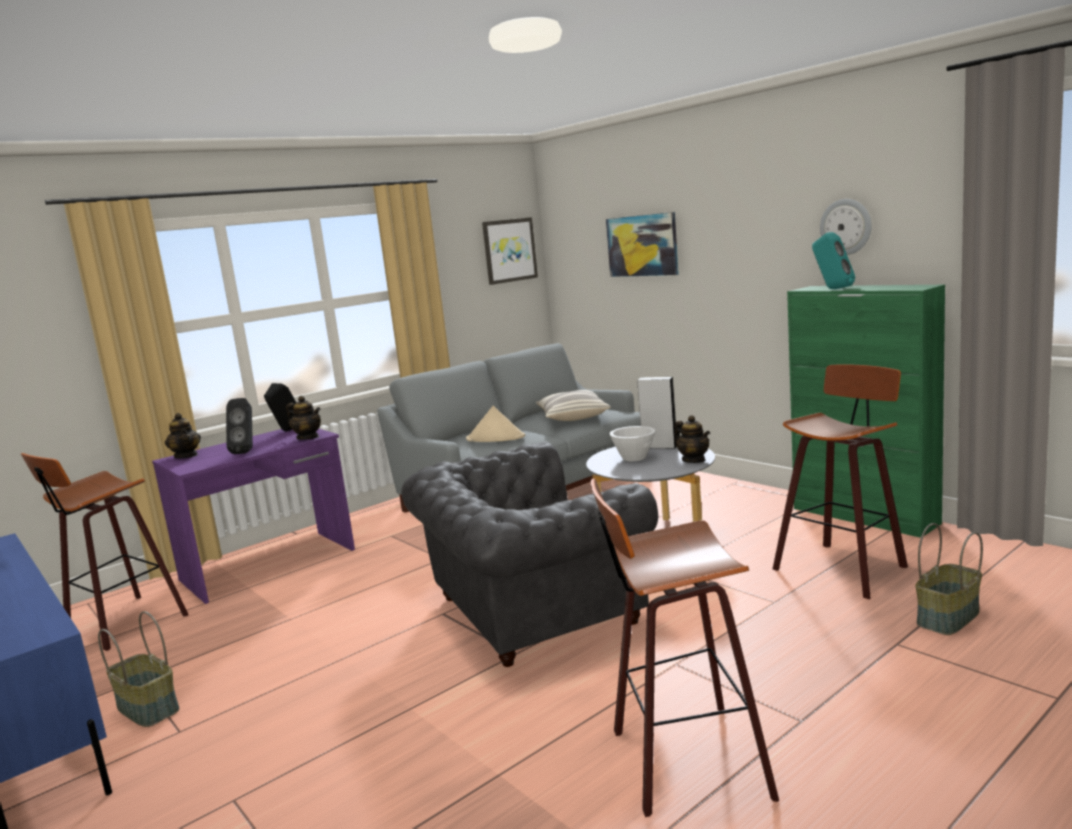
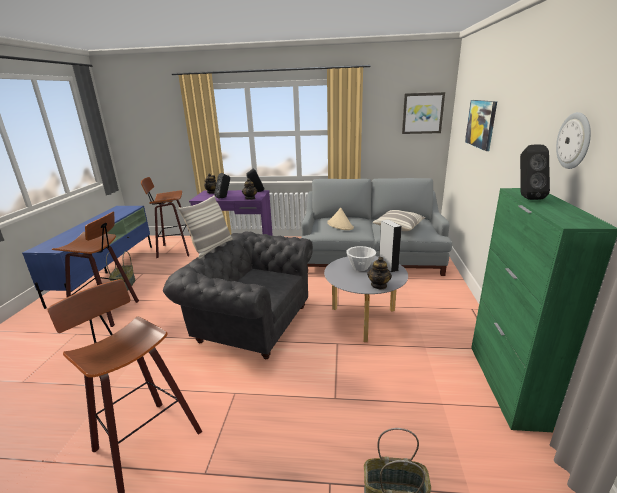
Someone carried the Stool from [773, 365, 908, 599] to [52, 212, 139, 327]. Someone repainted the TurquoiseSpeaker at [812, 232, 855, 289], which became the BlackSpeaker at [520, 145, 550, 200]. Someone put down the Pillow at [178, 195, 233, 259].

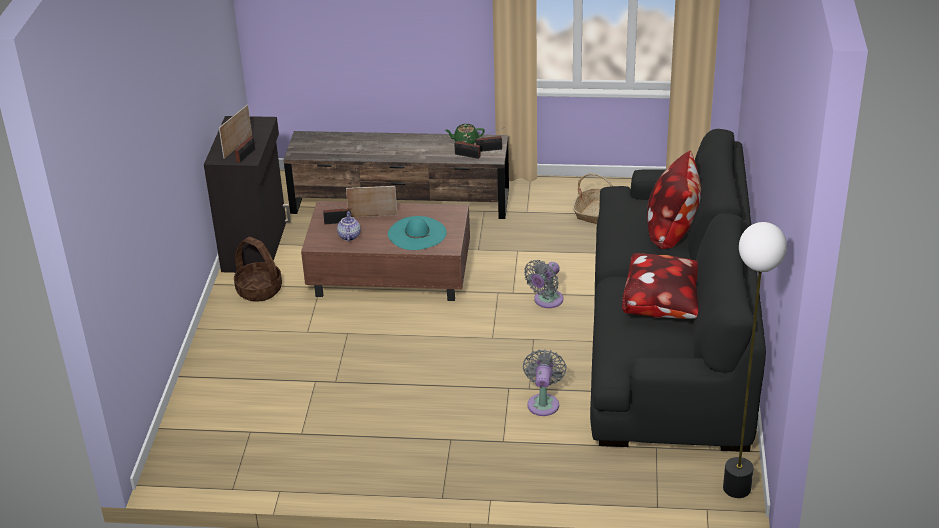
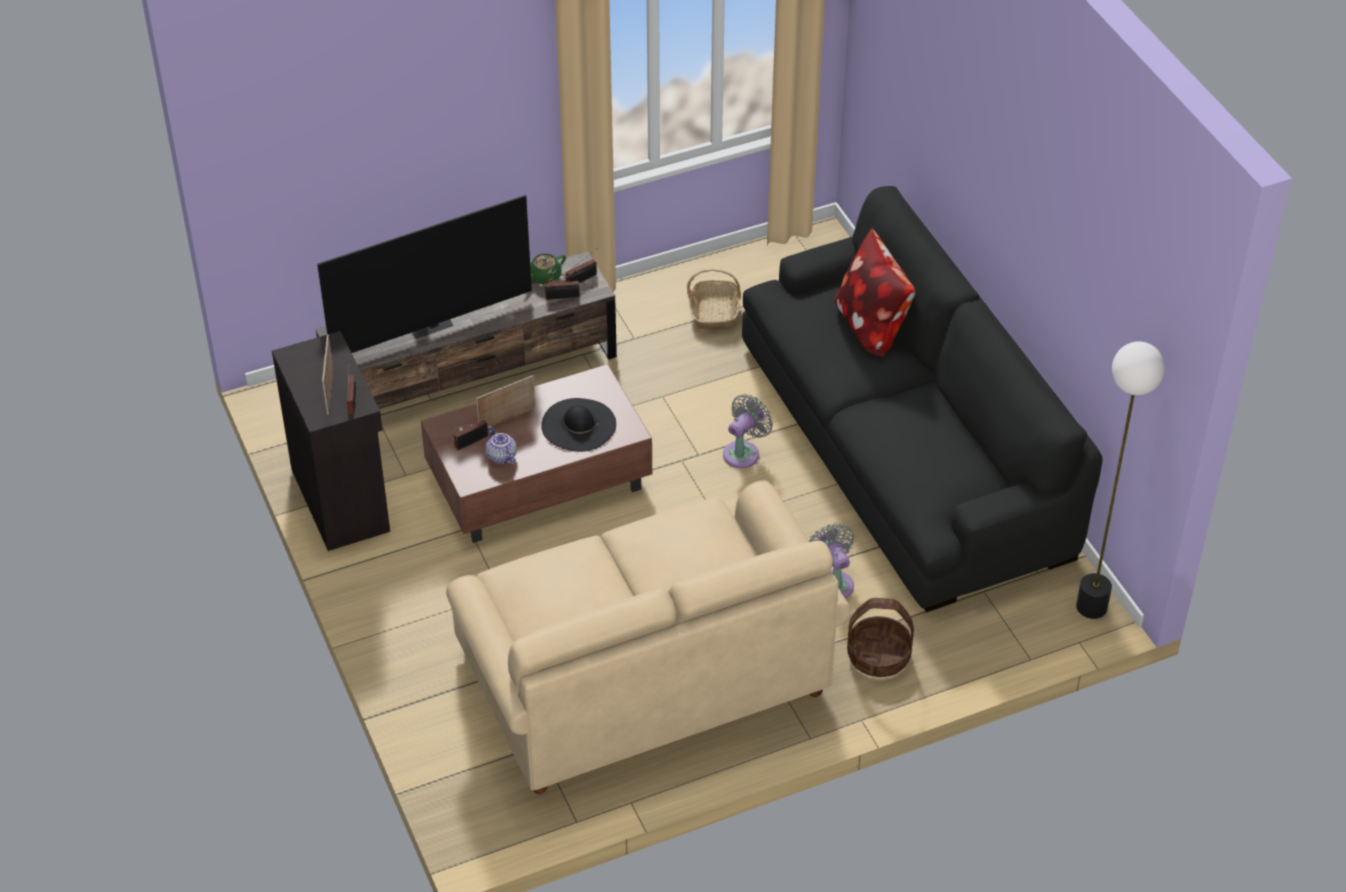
Someone carried the Basket from [234, 237, 282, 302] to [847, 598, 914, 677]. Someone repainted the TurquoiseHat at [388, 216, 447, 250], which became the BlackHat at [541, 398, 616, 452]. Someone rotated the GreyFan at [524, 260, 563, 308] by 150 degrees counterclockwise. Someone took away the Pillow at [622, 253, 698, 319]. Someone put down the Television at [317, 195, 532, 353]. Someone put down the BeigeSofa at [446, 480, 850, 794].

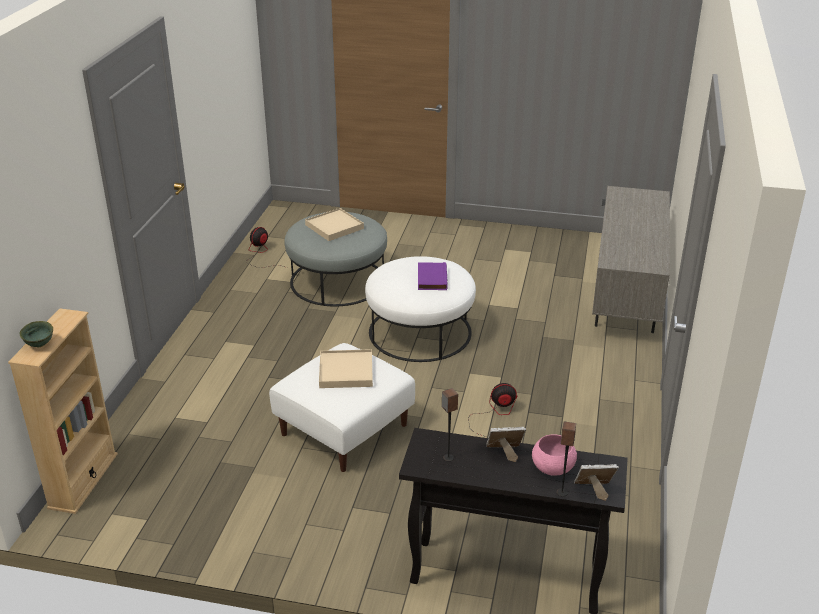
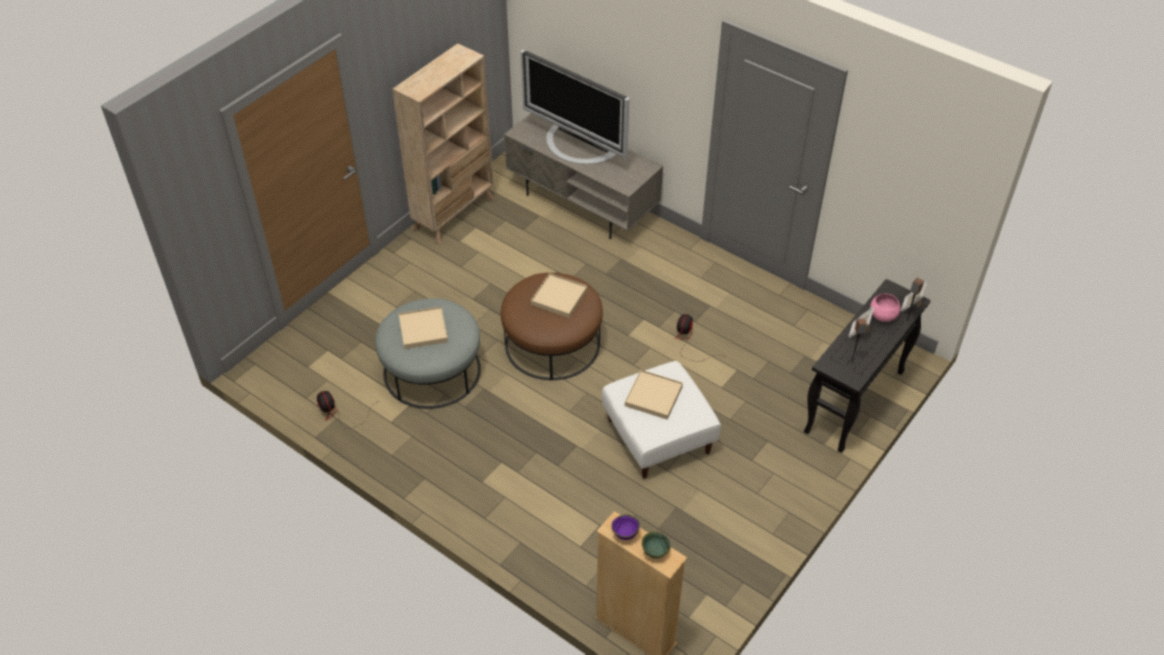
Someone repainted the WhiteOttoman at [365, 256, 476, 362], which became the BrownOttoman at [501, 273, 603, 380]. Someone swapped the PurpleBook at [418, 262, 448, 290] for the BeigeTray at [531, 273, 587, 318]. Someone put down the BeigeBookcase at [392, 43, 494, 243]. Someone put down the Television at [521, 50, 629, 164]. Someone put down the PurpleBowl at [611, 514, 640, 540].

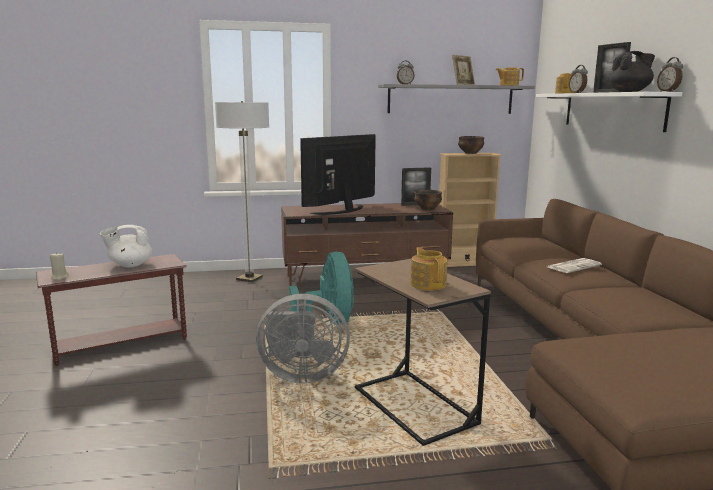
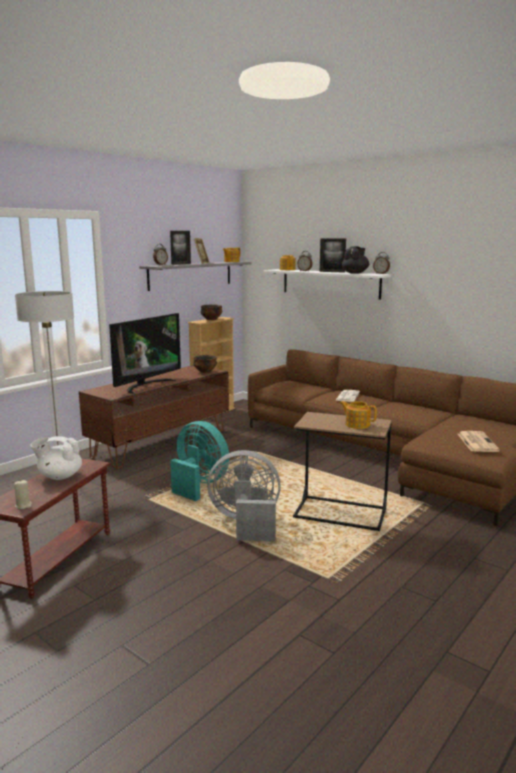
Someone rotated the WhiteTeapot at [100, 225, 152, 267] by 60 degrees clockwise. Someone rotated the GreyFan at [256, 294, 350, 383] by 135 degrees counterclockwise. Someone rotated the Television at [300, 134, 376, 215] by 150 degrees counterclockwise. Someone carried the PictureFrame from [401, 167, 431, 206] to [170, 231, 191, 265]. Someone put down the Newspaper at [458, 431, 500, 452].

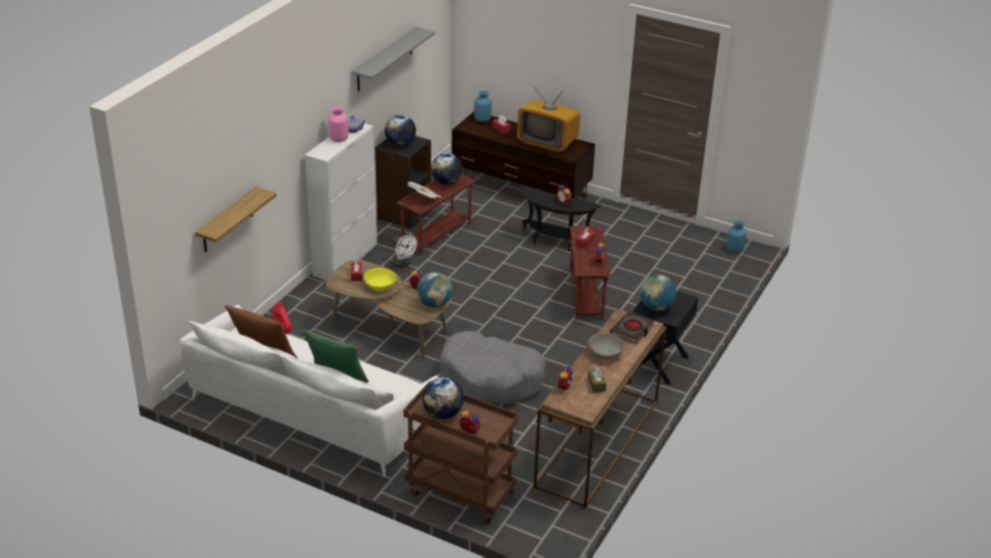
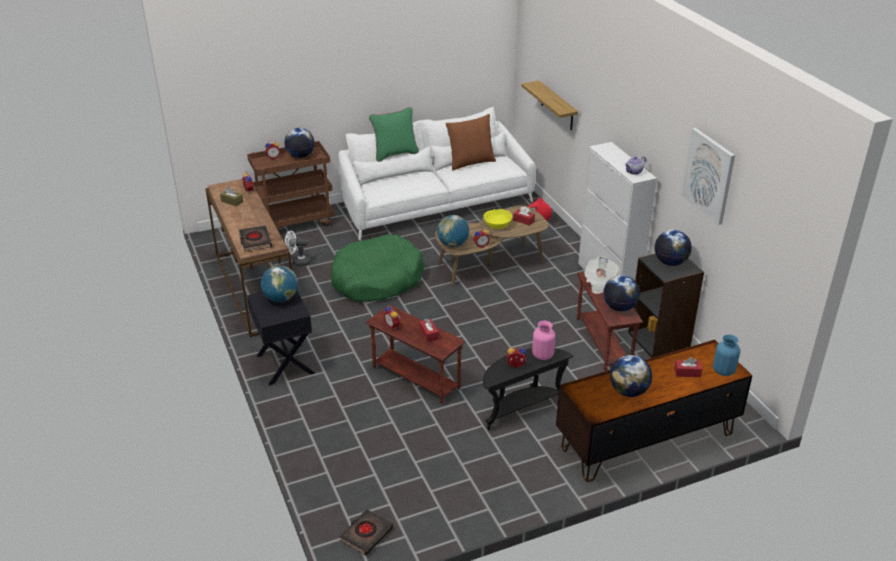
Someone carried the PinkVase from [328, 106, 348, 142] to [532, 321, 555, 360]. Someone swapped the GreyShelf at [352, 27, 435, 92] for the Picture at [682, 128, 735, 225]. Someone carried the WhiteFan from [391, 235, 417, 268] to [285, 230, 311, 267]. Someone repainted the GreyDogBed at [439, 331, 546, 404], which became the GreenDogBed at [331, 235, 424, 302]. Someone swapped the Television at [517, 87, 580, 152] for the Globe at [610, 355, 652, 397]. Someone took away the GreyBowl at [588, 333, 625, 360]. Someone swapped the BlueVase at [726, 221, 747, 253] for the BlackBook at [340, 509, 393, 555].

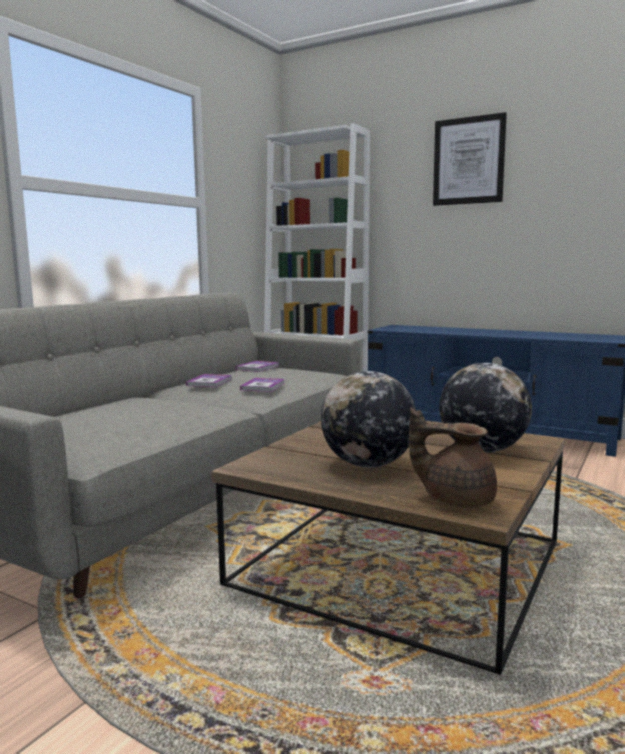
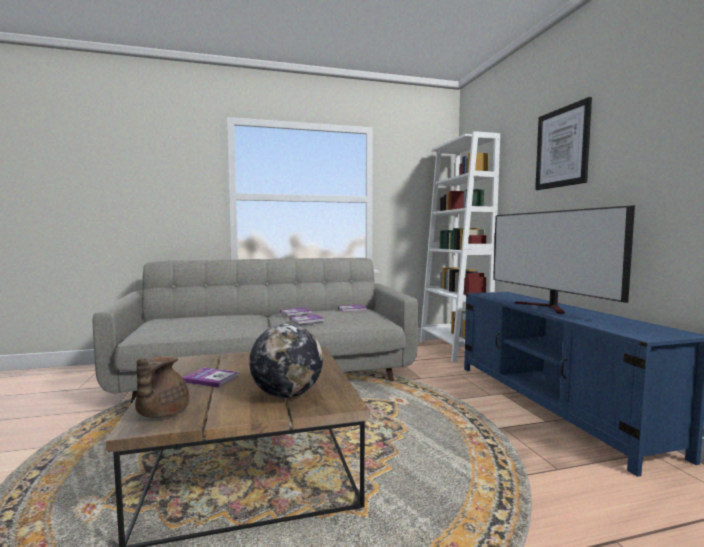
Someone swapped the Globe at [321, 371, 416, 468] for the Book at [182, 367, 238, 388]. Someone rotated the BrownTeapot at [409, 408, 497, 508] by 150 degrees counterclockwise. Someone put down the Television at [493, 205, 635, 314].

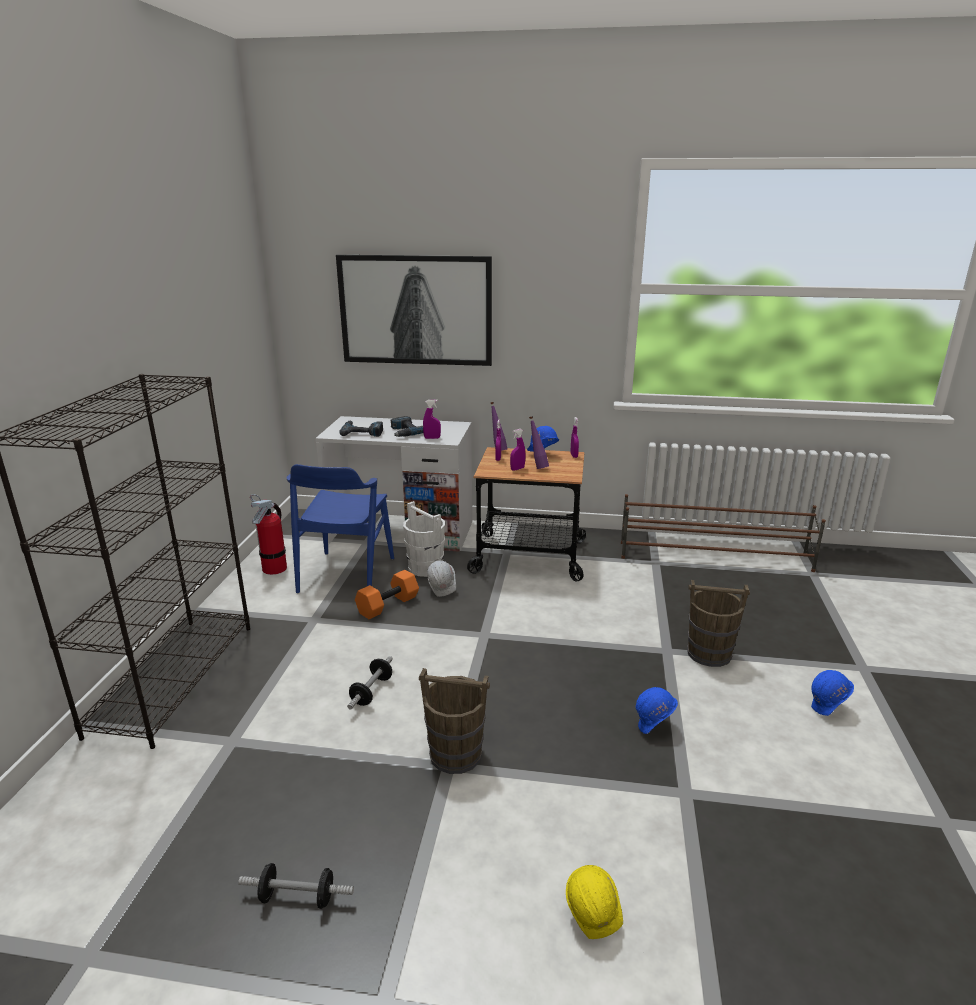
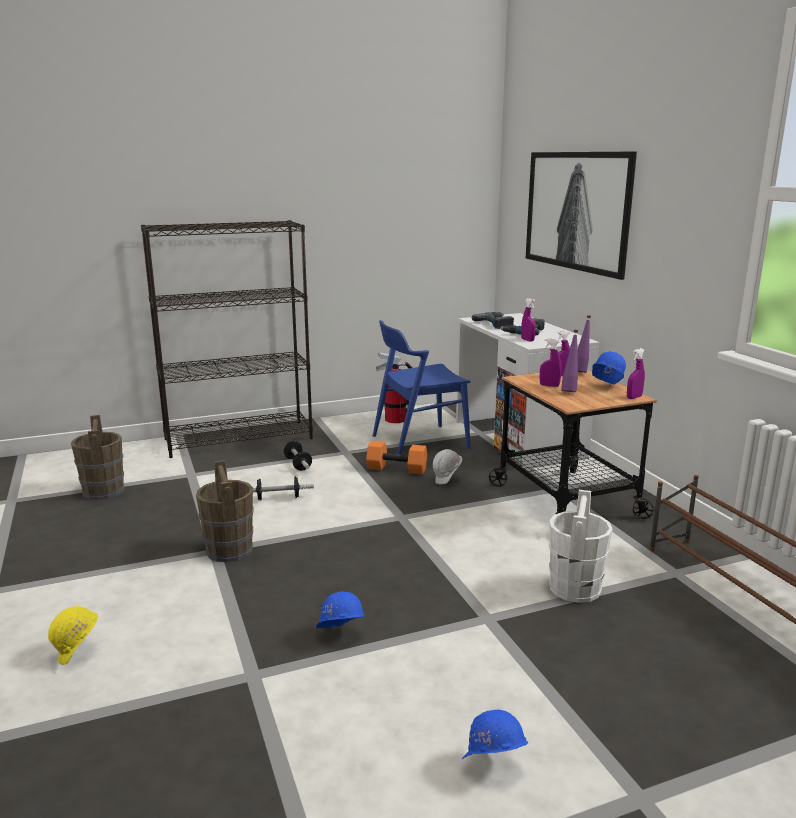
Someone carried the Dumbbell from [238, 863, 354, 909] to [284, 441, 312, 471]. Someone carried the WhiteBucket from [403, 501, 445, 577] to [549, 490, 613, 603]. Someone carried the BrownBucket from [687, 580, 750, 667] to [71, 415, 125, 500].

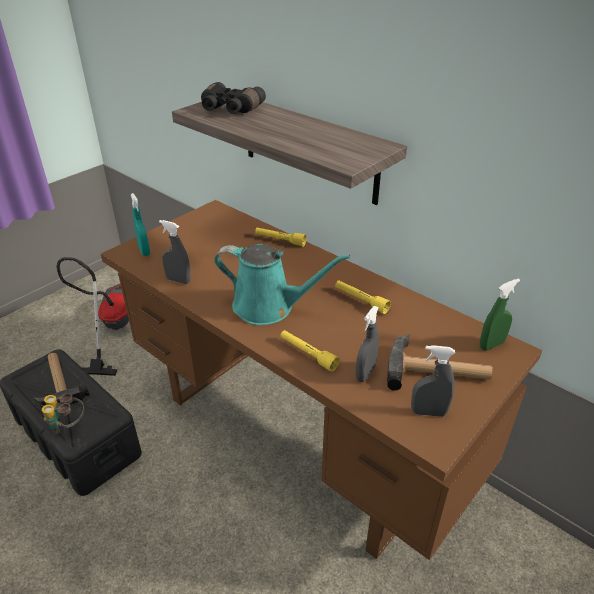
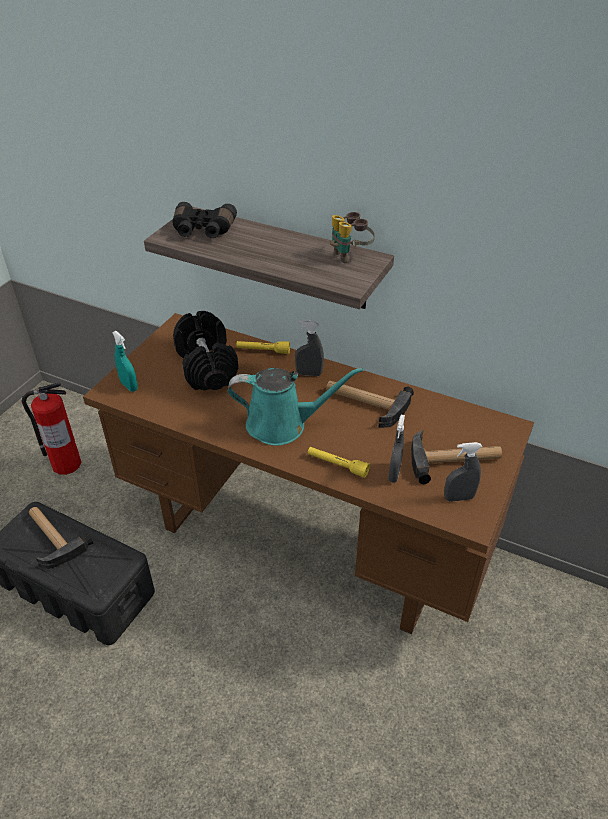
Someone carried the Binoculars from [42, 393, 84, 435] to [330, 212, 375, 263]. Someone swapped the VacuumCleaner at [57, 257, 129, 376] for the FireExtinguisher at [21, 382, 81, 475]. Someone carried the GreySprayBottle from [159, 220, 191, 284] to [295, 320, 324, 376]. Someone swapped the YellowFlashlight at [335, 280, 391, 314] for the Hammer at [326, 381, 414, 428]. Someone took away the GreenSprayBottle at [480, 278, 520, 351]. Someone put down the BlackDumbbell at [173, 311, 238, 390].

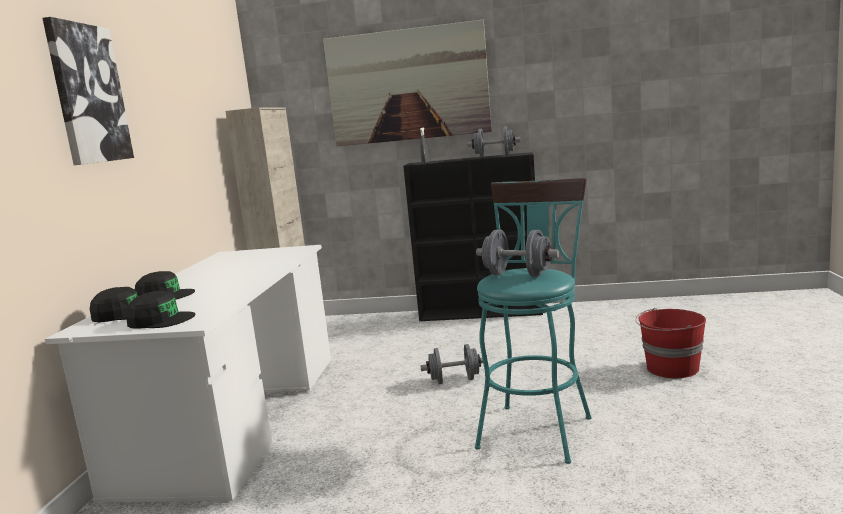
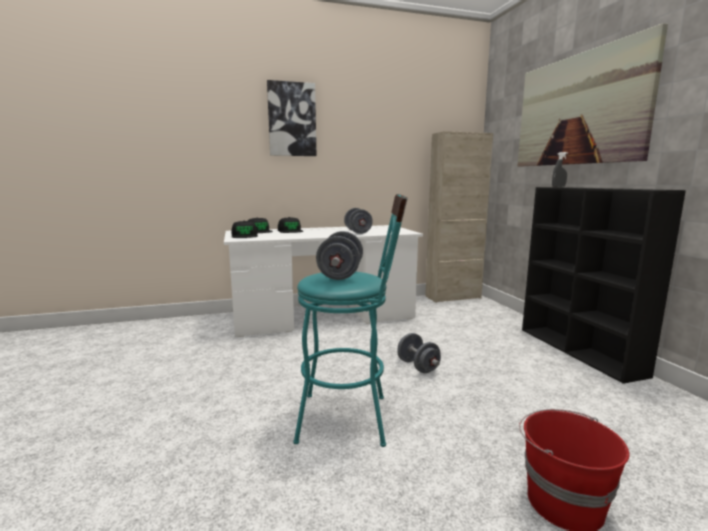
Someone carried the GreyDumbbell from [467, 126, 521, 158] to [344, 208, 373, 234].

